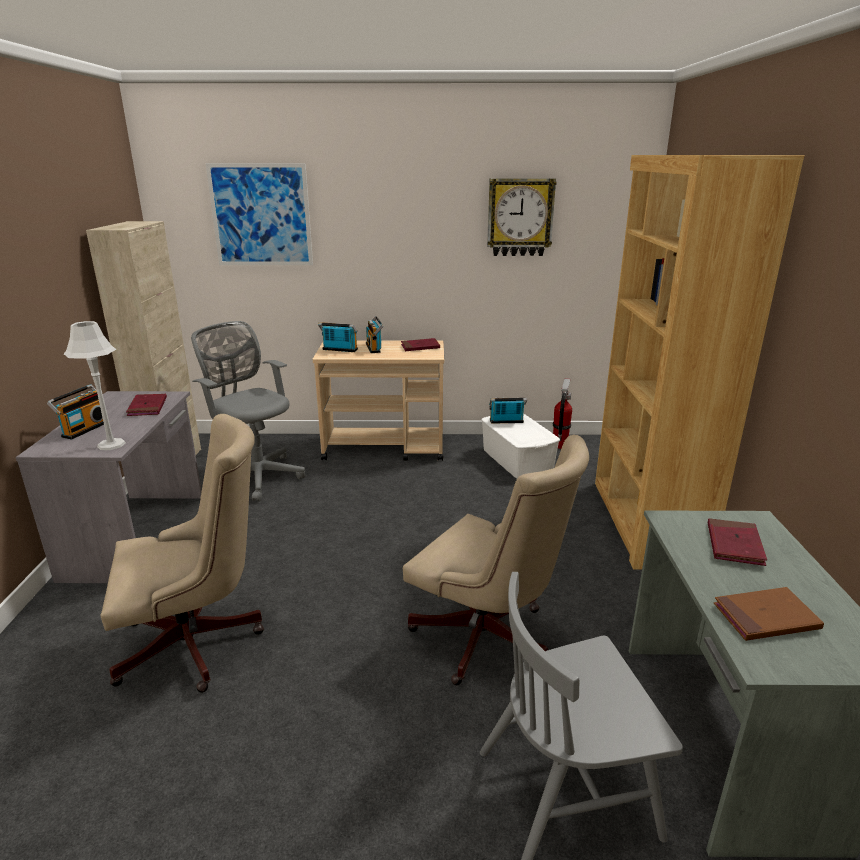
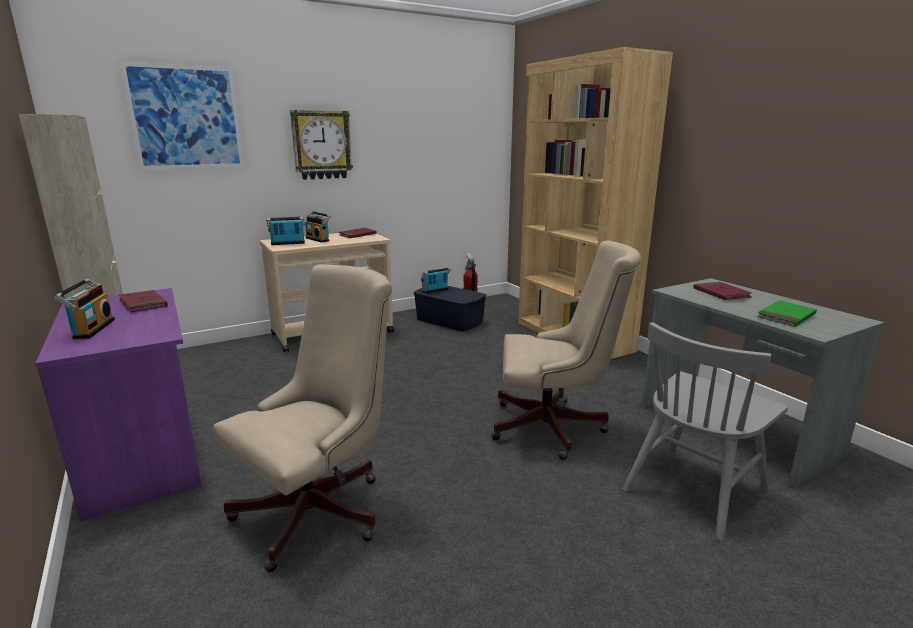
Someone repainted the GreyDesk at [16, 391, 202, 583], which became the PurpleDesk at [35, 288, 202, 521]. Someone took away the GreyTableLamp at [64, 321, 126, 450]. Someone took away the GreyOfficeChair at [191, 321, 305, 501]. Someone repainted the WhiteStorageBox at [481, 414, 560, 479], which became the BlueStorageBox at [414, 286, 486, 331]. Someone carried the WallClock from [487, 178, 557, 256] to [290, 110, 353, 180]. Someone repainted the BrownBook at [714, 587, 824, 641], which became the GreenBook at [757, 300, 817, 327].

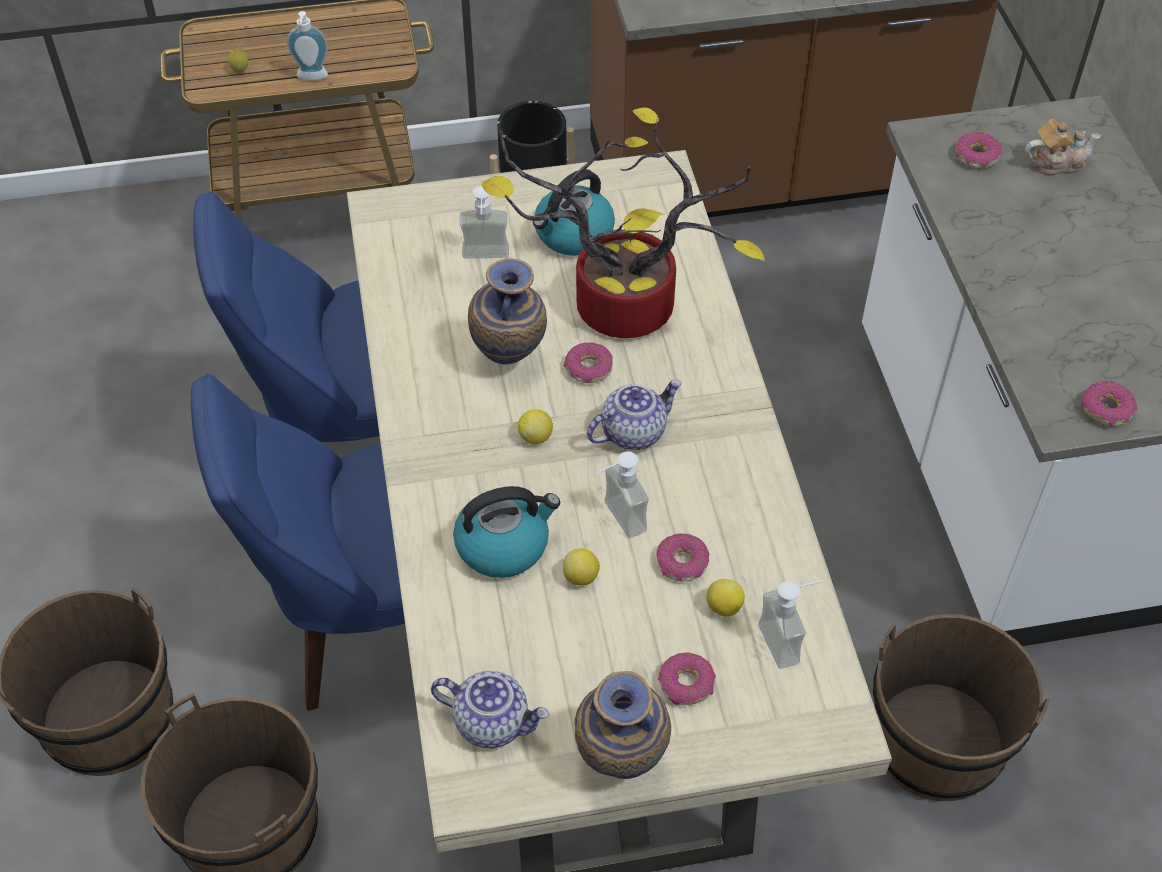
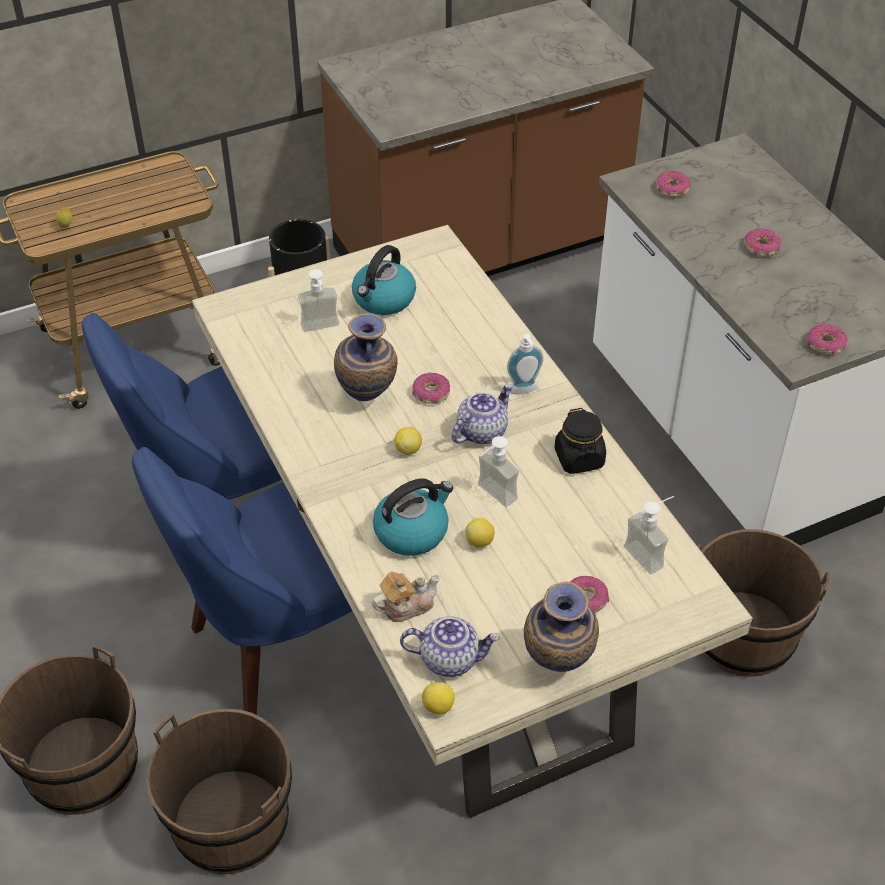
Someone carried the SoapDispenser from [287, 11, 328, 80] to [507, 334, 544, 394]. Someone took away the PottedPlant at [482, 108, 765, 338]. Someone carried the Donut from [657, 534, 709, 581] to [744, 228, 781, 256]. Someone carried the Lemon from [706, 579, 745, 616] to [422, 682, 455, 715]. Someone carried the Teapot from [1025, 119, 1101, 175] to [372, 572, 440, 622]. Someone put down the BlackJar at [554, 408, 606, 474].

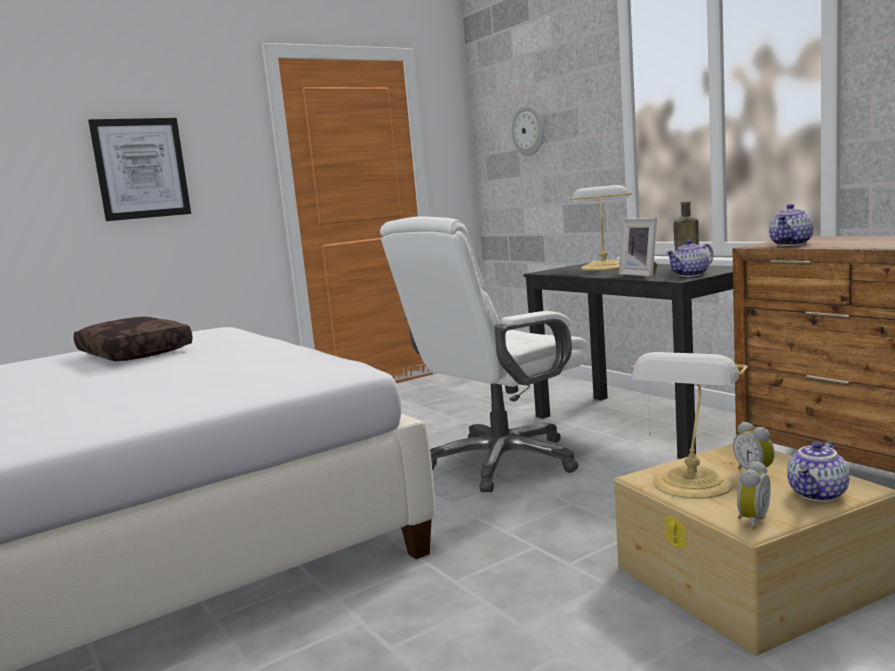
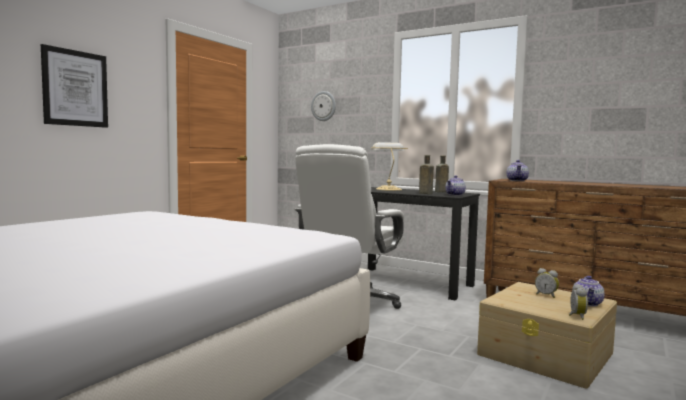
Someone took away the BrownPillow at [74, 317, 193, 361]. Someone swapped the PictureFrame at [619, 218, 657, 277] for the BrownBottle at [419, 155, 434, 194]. Someone took away the TableLamp at [631, 352, 748, 499].

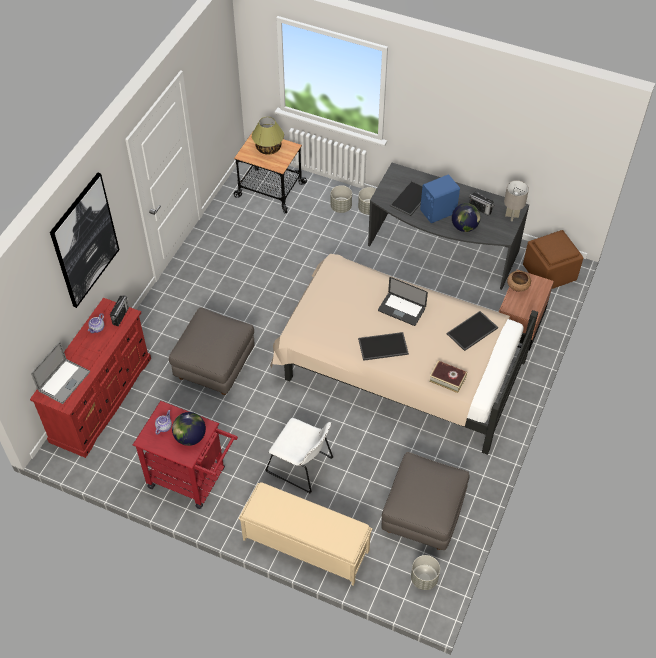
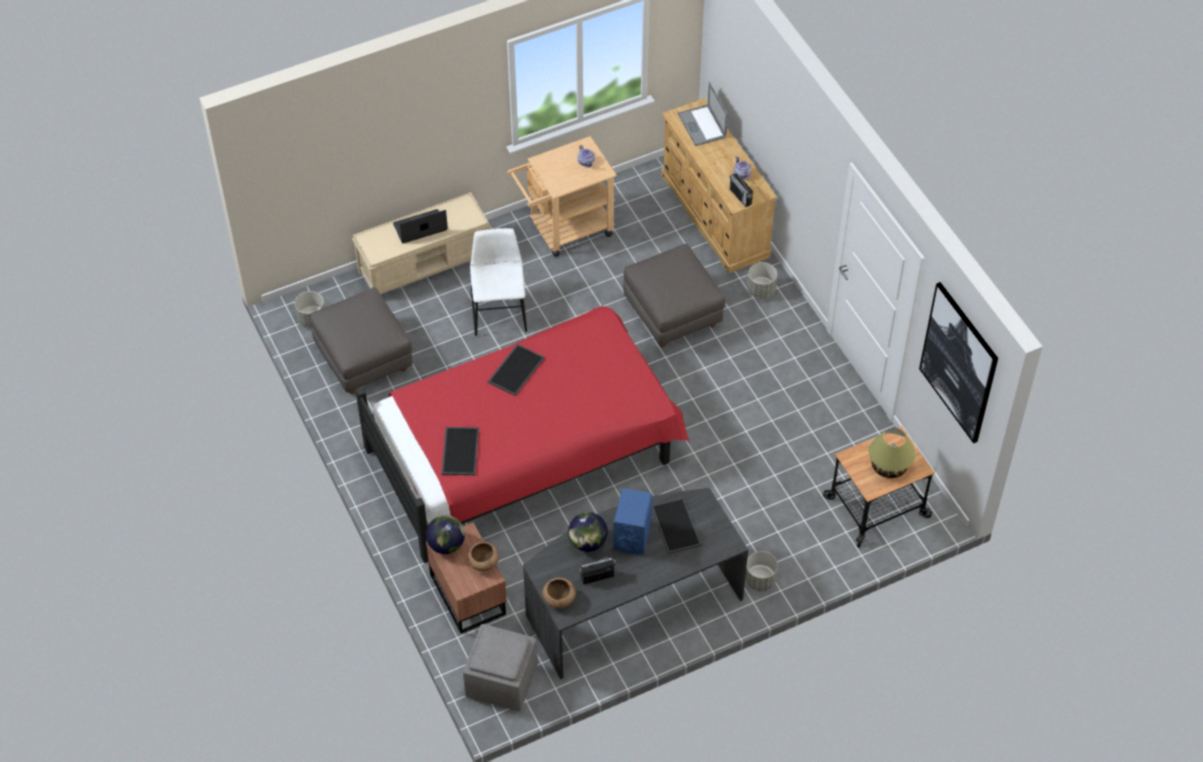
Someone repainted the RedDresser at [30, 298, 151, 458], which became the BeigeDresser at [661, 98, 777, 274]. Someone carried the Picture from [50, 173, 119, 308] to [919, 282, 998, 444]. Someone repainted the RedCart at [133, 401, 238, 509], which became the BeigeCart at [507, 136, 617, 257]. Someone carried the Globe from [172, 412, 206, 446] to [426, 515, 465, 554]. Someone rotated the WhiteChair at [265, 418, 333, 493] by 105 degrees clockwise. Someone repainted the BeigeBed at [270, 254, 538, 455], which became the RedBed at [355, 306, 690, 563]. Someone carried the GreyPlanter from [331, 185, 352, 213] to [747, 262, 777, 299]. Someone carried the Laptop from [378, 277, 428, 326] to [393, 209, 448, 243]. Someone took away the Book at [429, 361, 467, 393]. Someone swapped the GreyTableLamp at [504, 180, 529, 221] for the BrownBowl at [542, 578, 576, 608]. Someone repainted the BrownOttoman at [523, 230, 583, 289], which became the GreyOttoman at [463, 624, 538, 711].

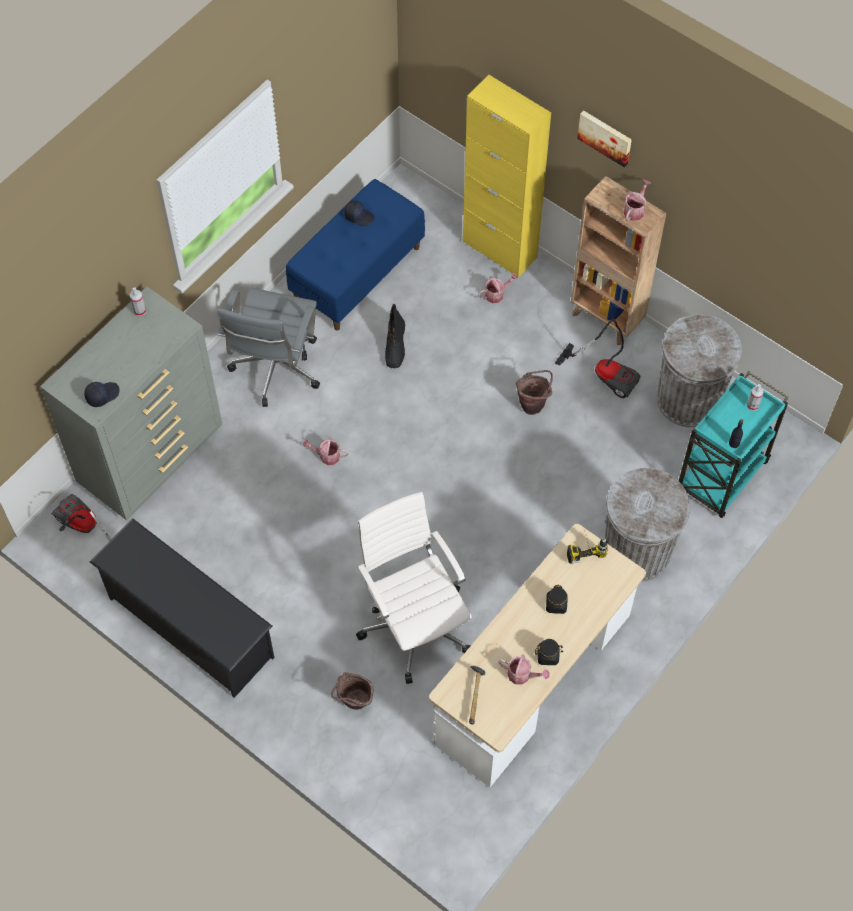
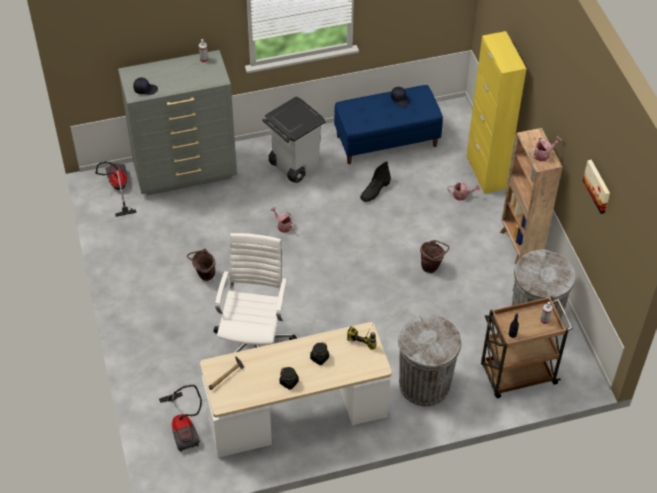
Someone took away the BlackShoeRack at [90, 519, 274, 698]. Someone swapped the GreyOfficeChair at [217, 288, 320, 407] for the GreyTrashCan at [262, 96, 326, 183]. Someone carried the BrownBucket from [331, 672, 373, 710] to [187, 248, 215, 281]. Someone took away the WateringCan at [498, 654, 550, 685]. Someone carried the VacuumCleaner from [555, 318, 640, 399] to [159, 385, 202, 452]. Someone carried the Picture from [577, 110, 632, 167] to [583, 160, 610, 214]. Someone repainted the TurquoiseCart at [679, 371, 789, 518], which became the BrownCart at [481, 296, 573, 398].

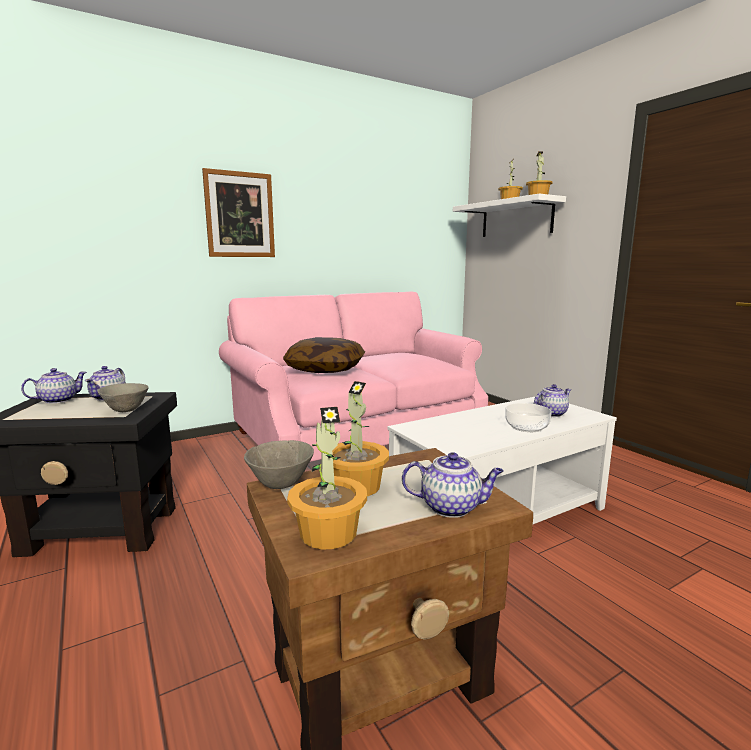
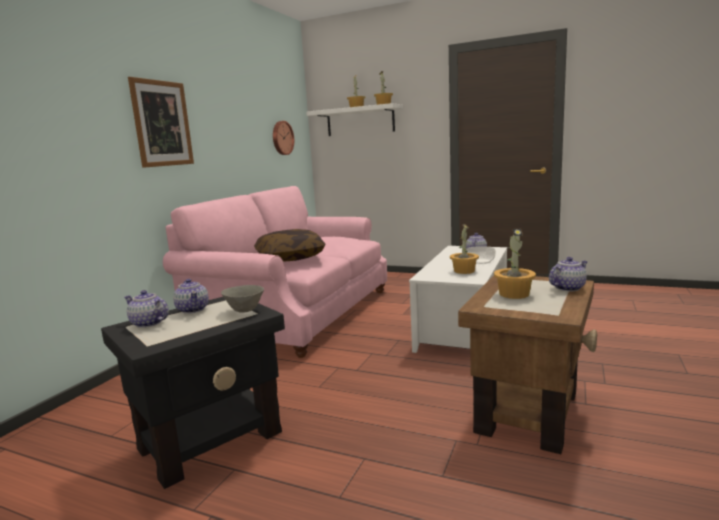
Someone rotated the Teapot at [21, 368, 87, 404] by 75 degrees counterclockwise. Someone took away the GreyBowl at [244, 440, 314, 489]. Someone carried the PottedPlant from [287, 407, 367, 550] to [450, 224, 479, 274]. Someone put up the WallClock at [273, 121, 294, 155].

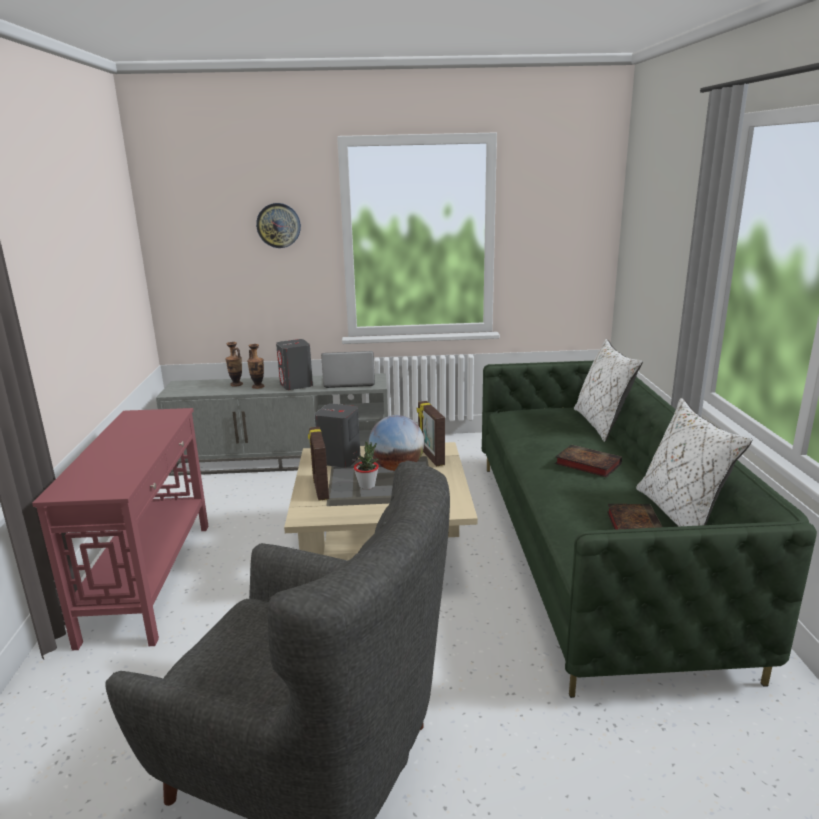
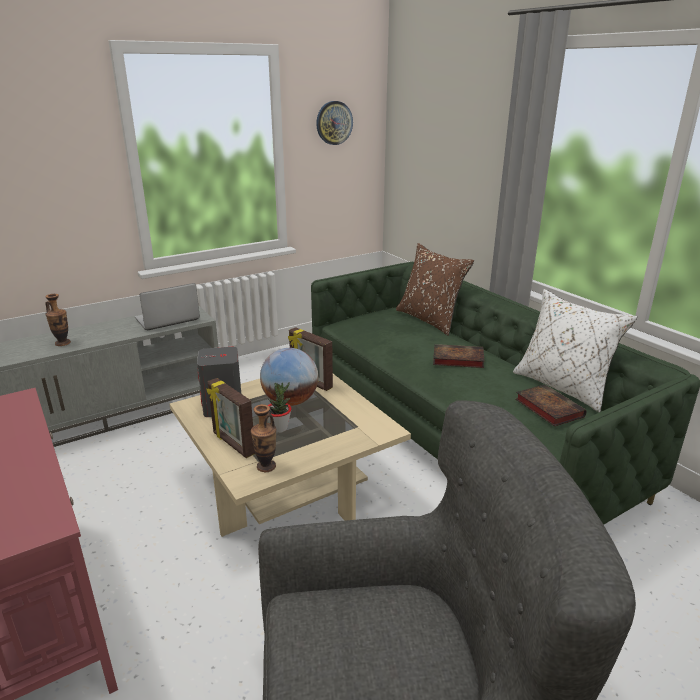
Someone carried the Vase from [225, 342, 243, 387] to [251, 404, 276, 472]. Someone carried the WallClock from [256, 203, 301, 248] to [316, 101, 353, 145]. Someone took away the GreySpeaker at [276, 339, 313, 390]. Someone repainted the WhitePillow at [574, 339, 643, 442], which became the BrownPillow at [396, 243, 474, 336].

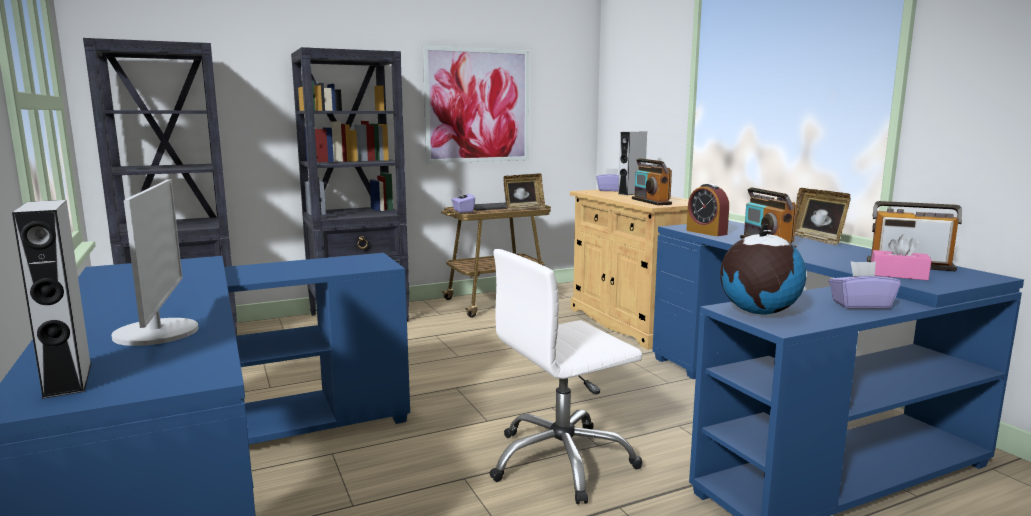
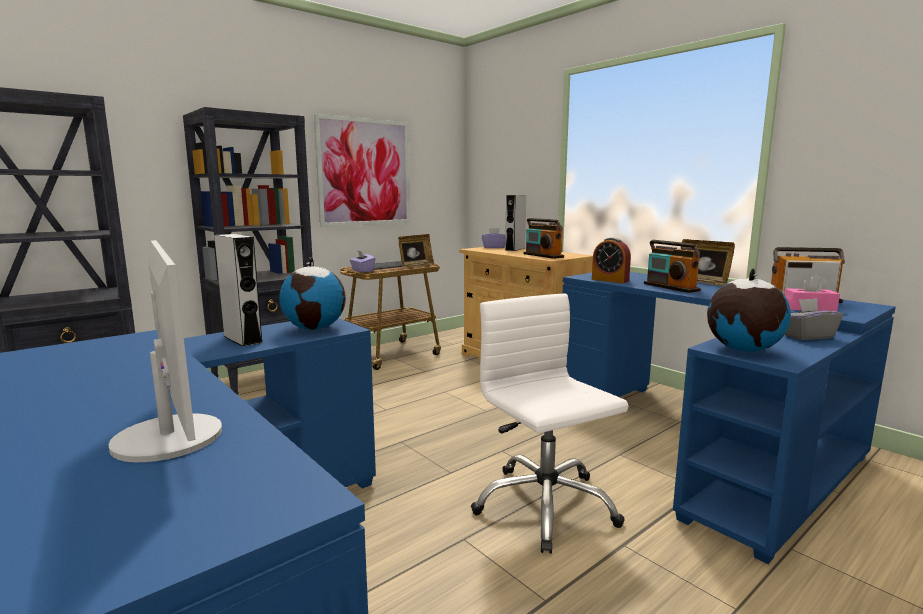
Someone carried the GreySpeaker from [12, 200, 91, 399] to [214, 234, 263, 347]. Someone rotated the WhiteOfficeChair at [489, 249, 642, 504] by 105 degrees clockwise. Someone repainted the PurpleTissueBox at [829, 261, 901, 309], which became the GreyTissueBox at [785, 298, 843, 340]. Someone put down the Globe at [279, 257, 346, 330].

